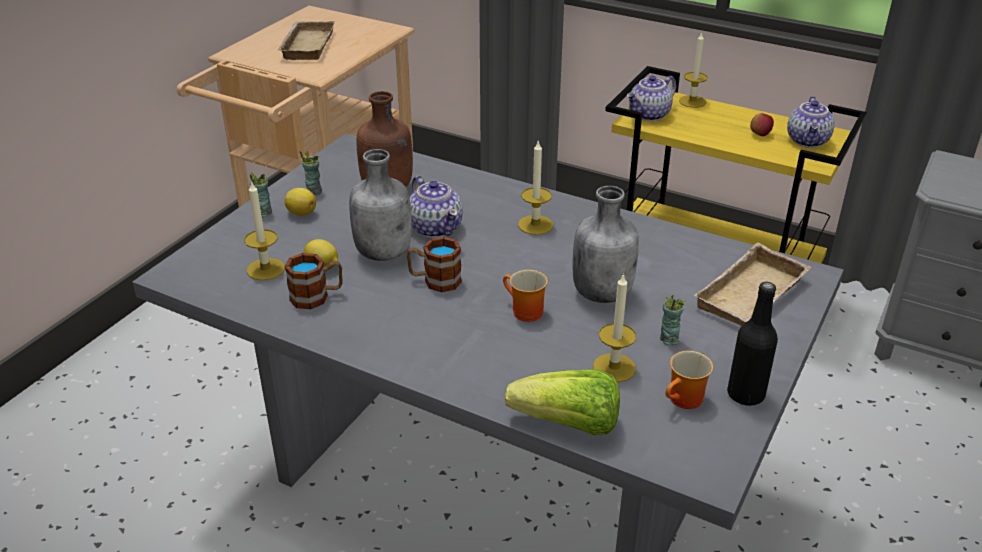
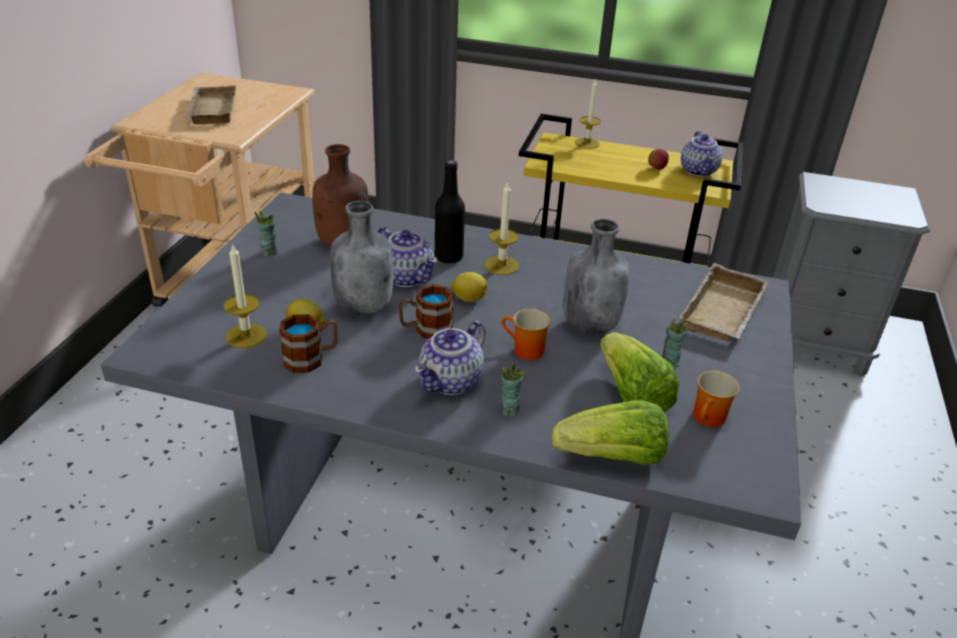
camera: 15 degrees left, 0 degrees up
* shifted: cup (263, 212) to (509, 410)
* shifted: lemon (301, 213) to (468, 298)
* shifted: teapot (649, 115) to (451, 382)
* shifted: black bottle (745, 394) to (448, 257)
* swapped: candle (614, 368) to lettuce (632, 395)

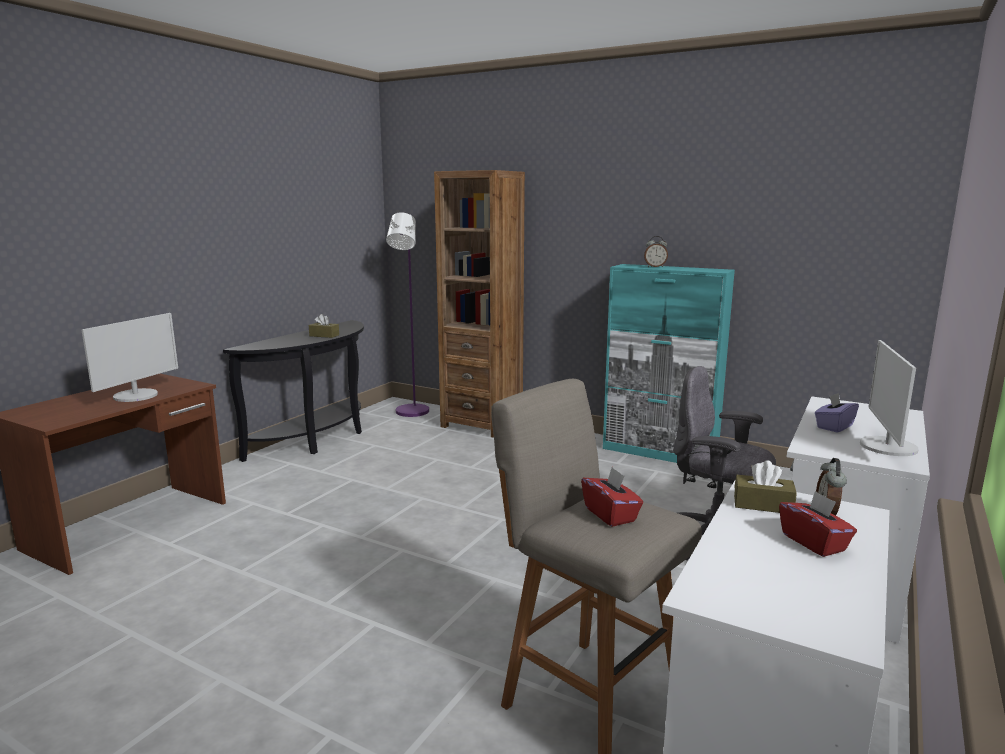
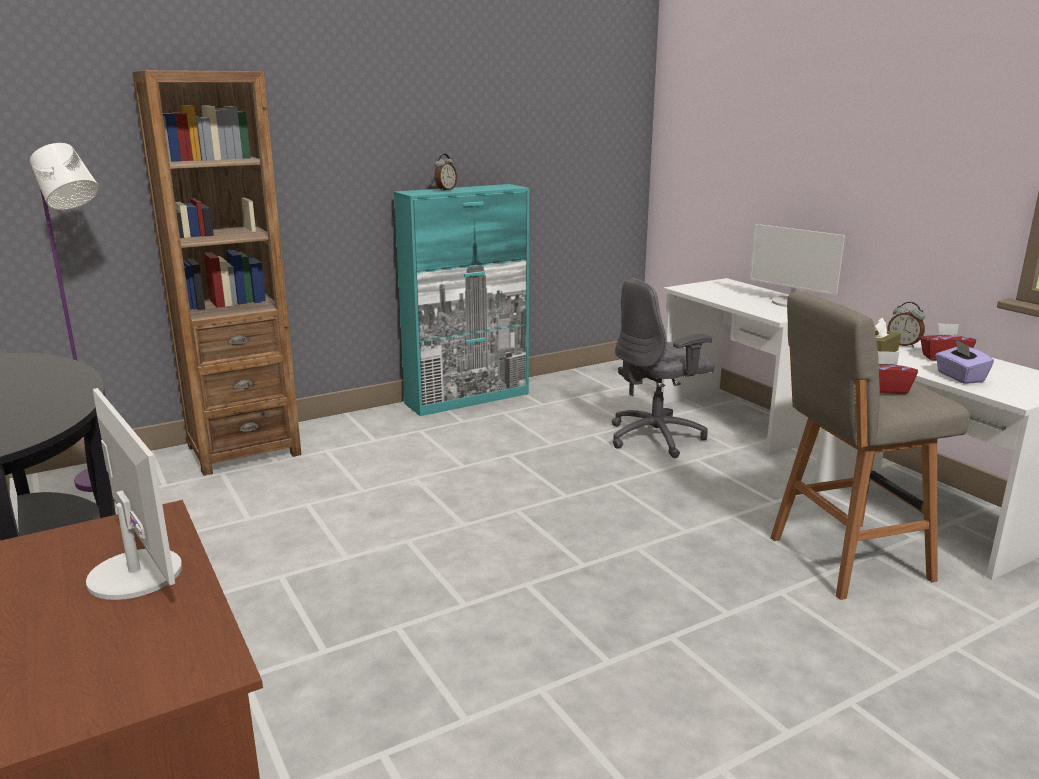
camera: 60 degrees left, 5 degrees up
* gone: brown tissue box (324, 335)
* shifted: purple tissue box (834, 426) to (959, 377)

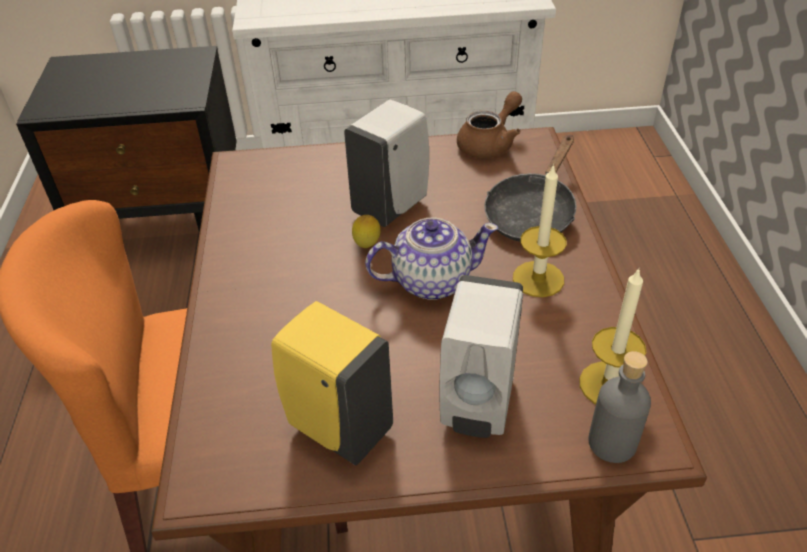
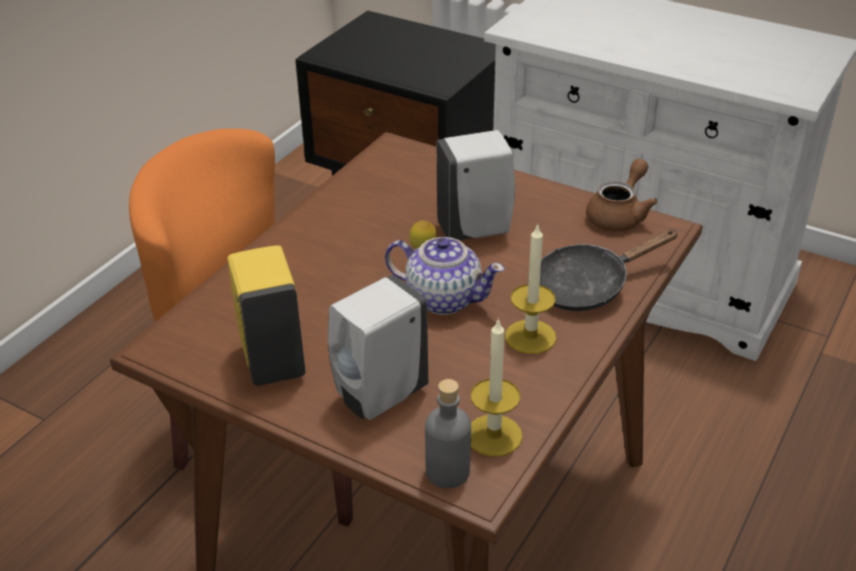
camera: 35 degrees right, 5 degrees down
* rotated: brown teapot (490, 144) = (619, 215) 45 degrees counterclockwise

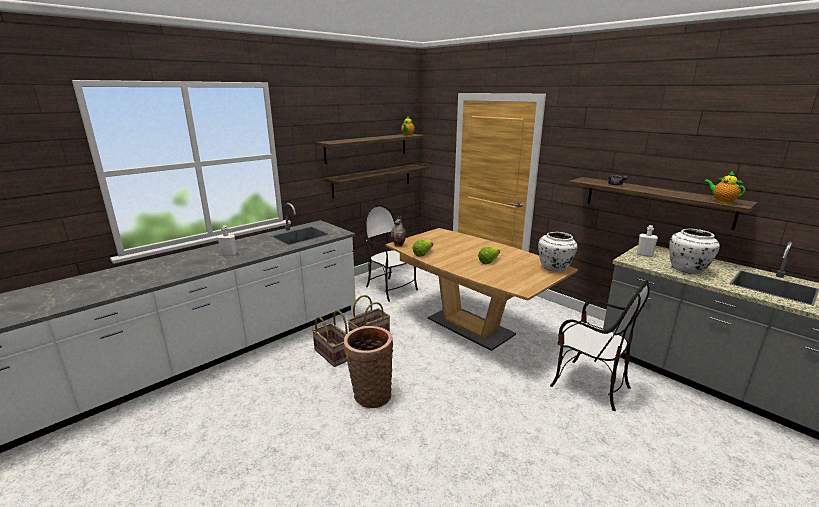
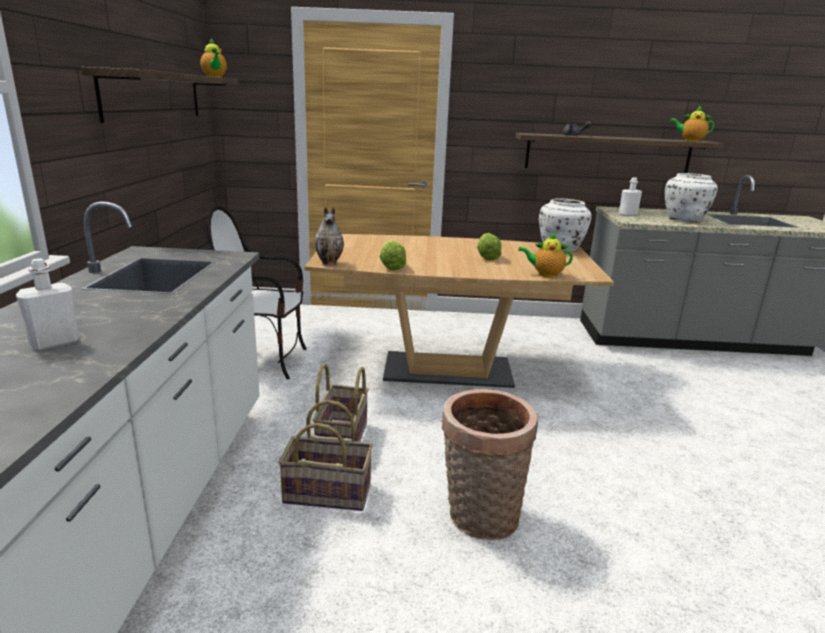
camera: 45 degrees left, 0 degrees up
* gone: shelf (372, 180)
* gone: chair (589, 385)
* new: teapot (545, 274)

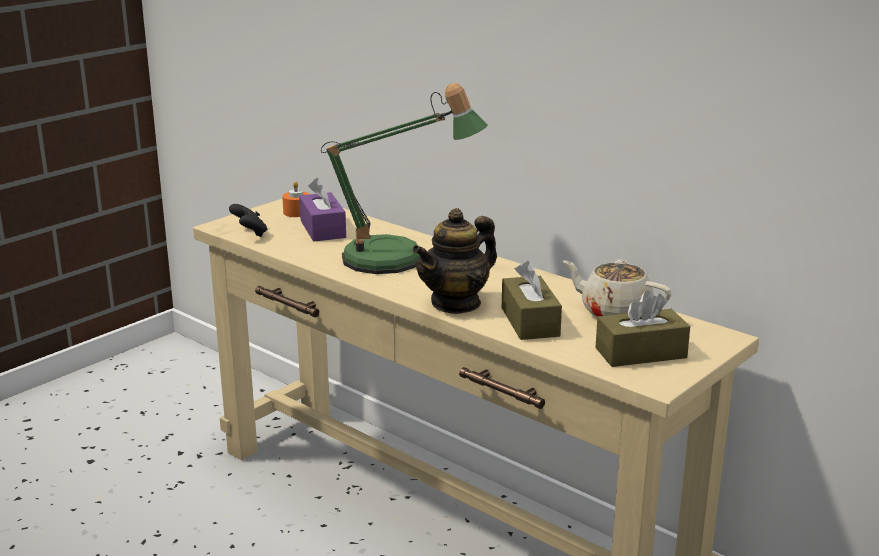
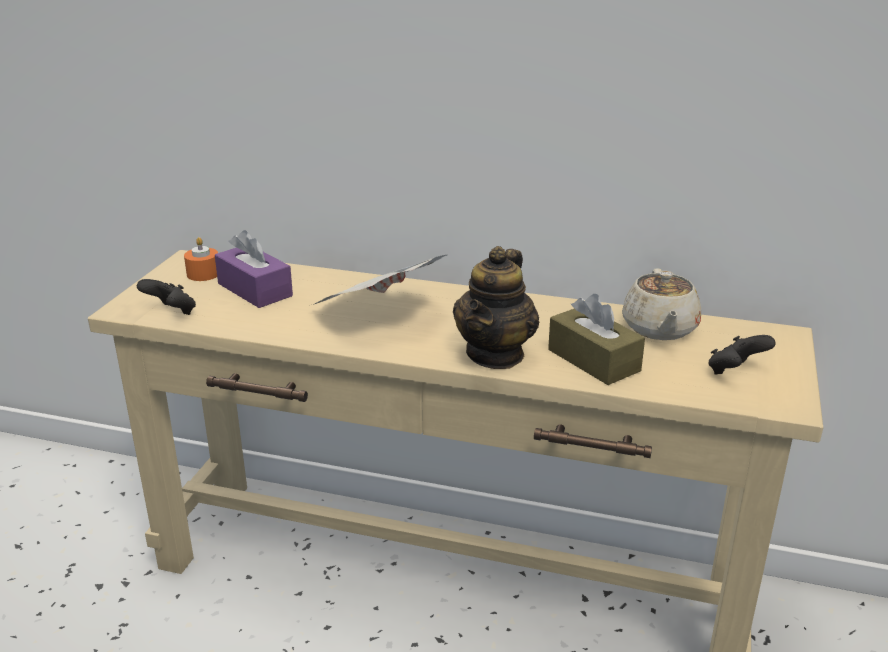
camera: 25 degrees left, 5 degrees up
* swapped: table lamp (397, 260) to newspaper (378, 314)
* swapped: brown tissue box (640, 353) to black game controller (735, 372)
* rotated: beige teapot (614, 312) = (659, 329) 90 degrees counterclockwise

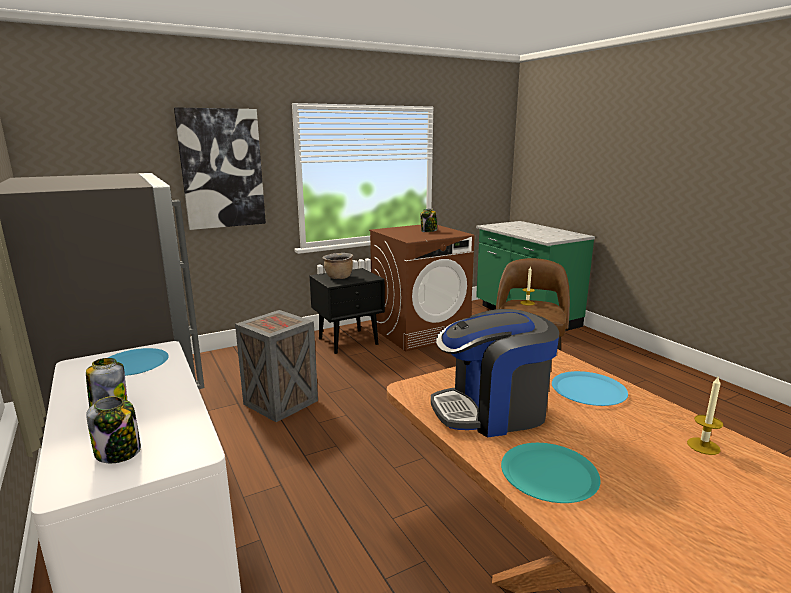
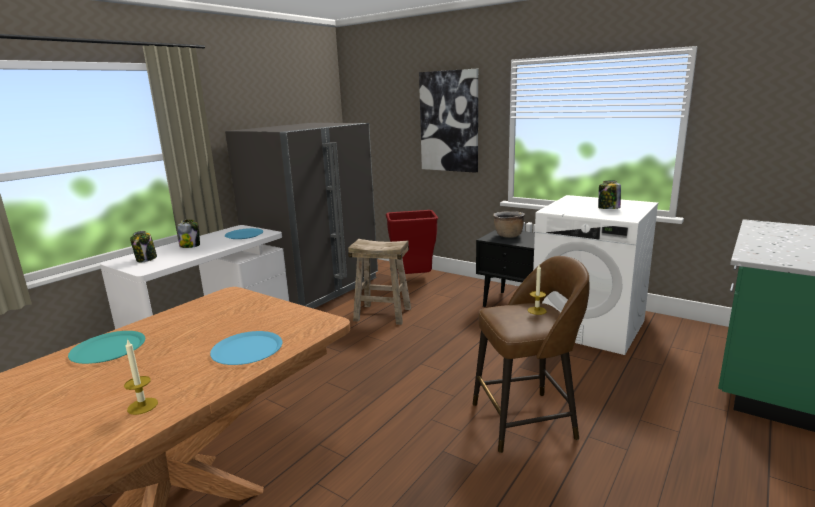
camera: 65 degrees right, 0 degrees up
* gone: coffee machine (492, 411)
* new: red trash can (414, 279)
* swapped: crate (281, 402) to beige stool (383, 314)
* repainted: brown washing machine (420, 332) to white washing machine (589, 326)

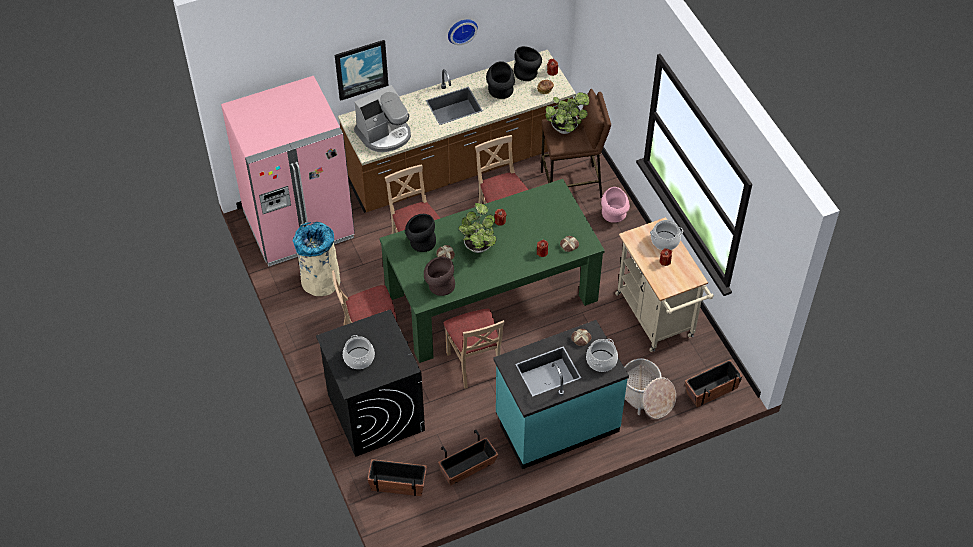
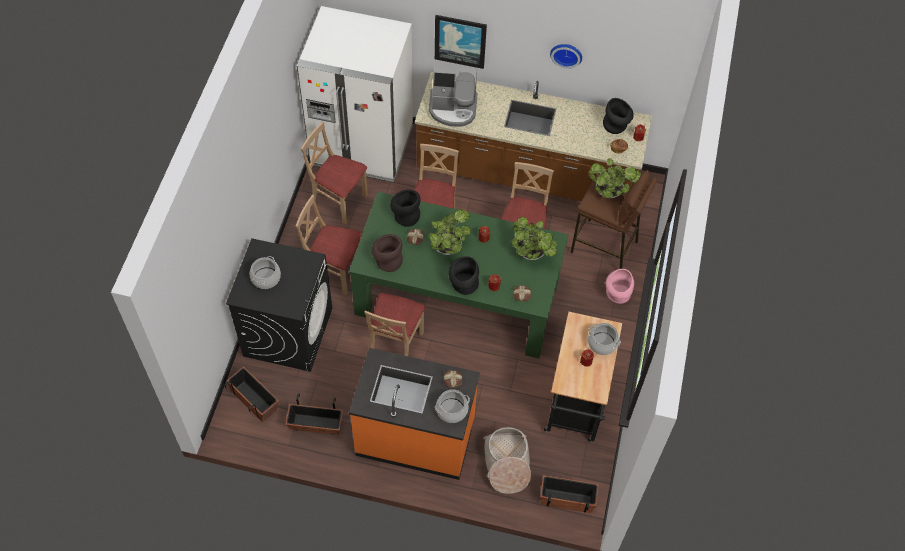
camera: 35 degrees right, 5 degrees up
* new: potted plant (532, 254)
* shifted: black vase (500, 92) to (463, 285)
* swapped: beige trash can (320, 281) to beige chair (339, 201)
* repainted: pink fridge (299, 225) to white fridge (362, 146)
* repainted: turquoise counter (556, 423) to orange counter (415, 437)
* repainted: beige cart (657, 319) to black cart (575, 407)

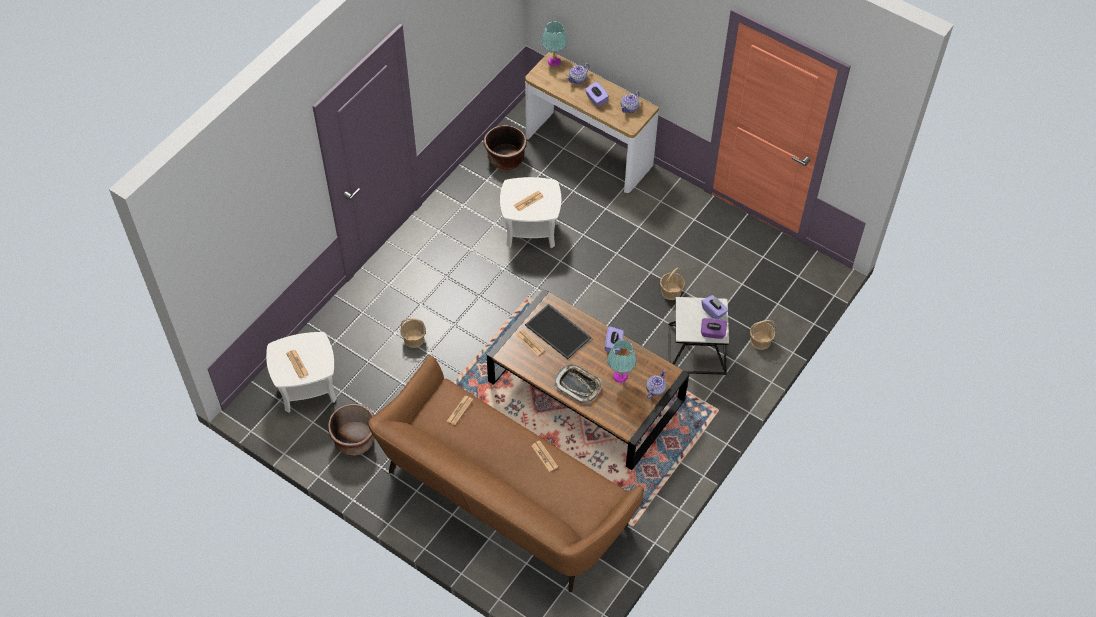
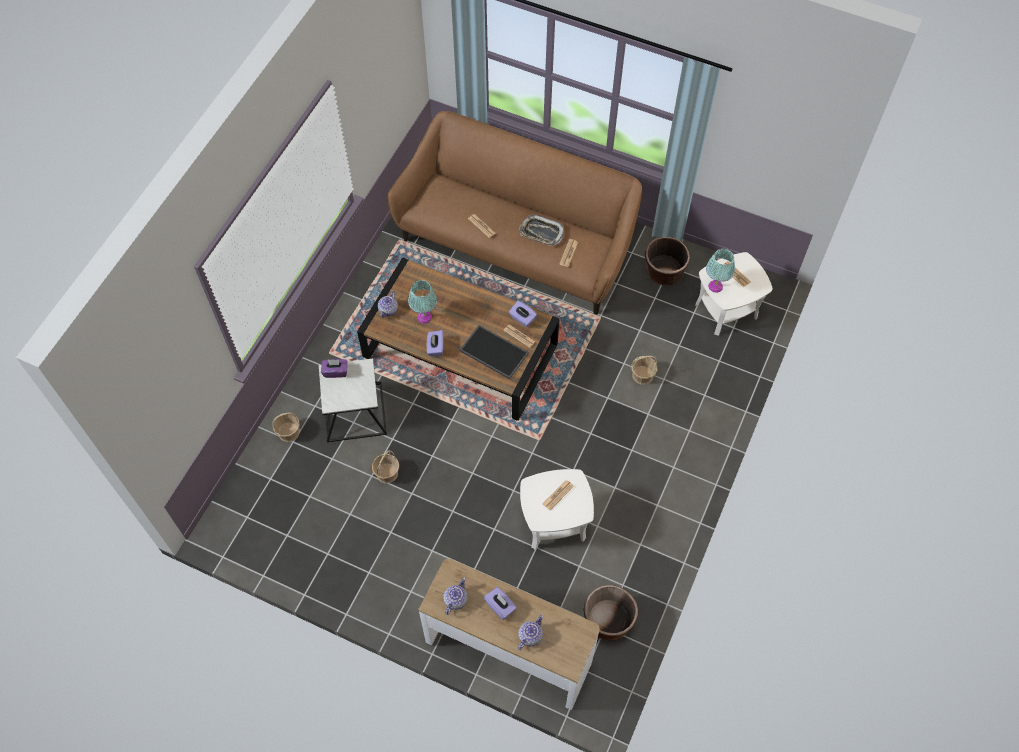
camera: 170 degrees right, 5 degrees up
* shifted: turquoise table lamp (553, 61) to (715, 286)
* shifted: tray (578, 385) to (541, 232)
* shifted: purple tissue box (713, 311) to (522, 318)

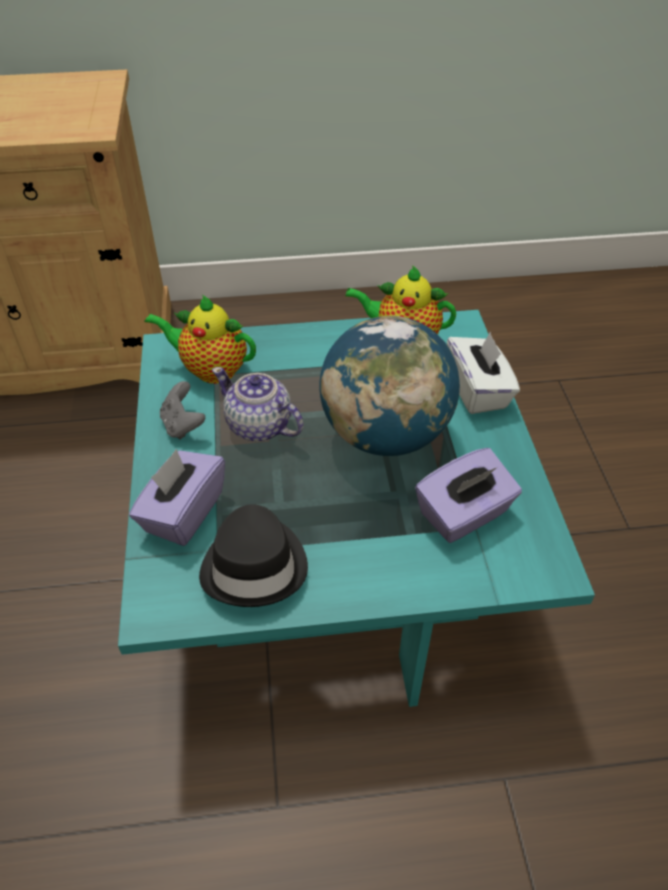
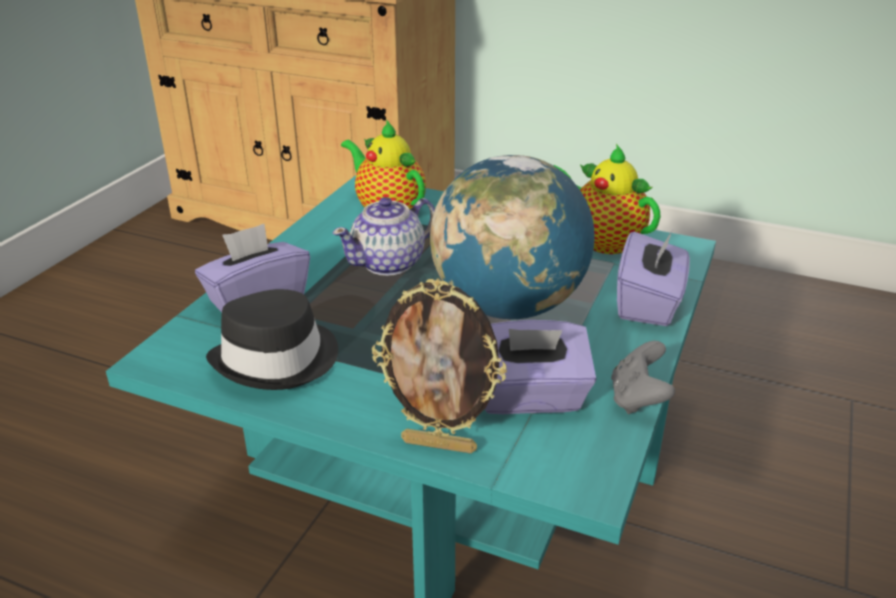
camera: 30 degrees right, 15 degrees down
* new: picture frame (440, 444)
* shifted: grey game controller (183, 425) to (637, 399)
* repainted: white tissue box (478, 391) to purple tissue box (649, 303)
* rotated: teapot (259, 426) = (389, 263) 105 degrees counterclockwise

